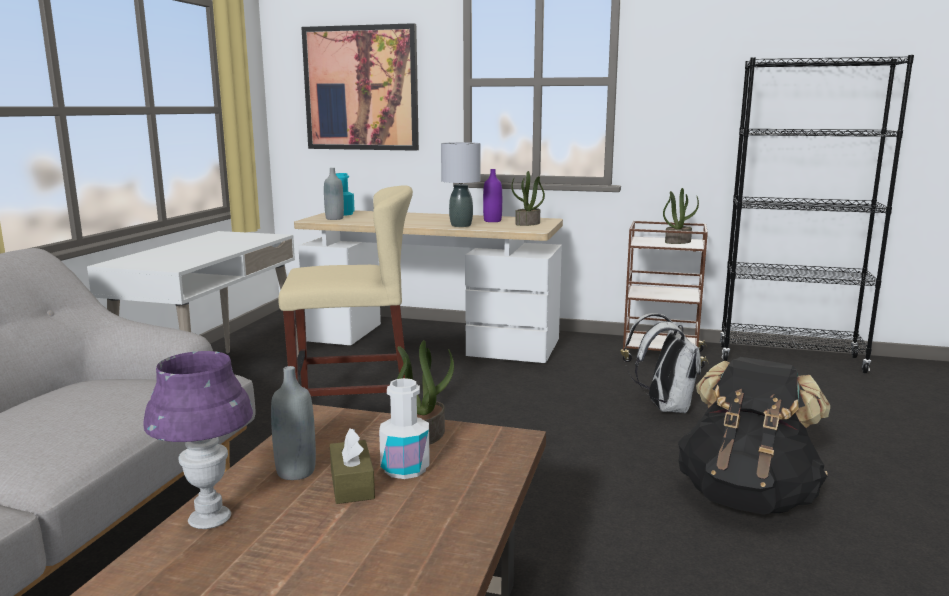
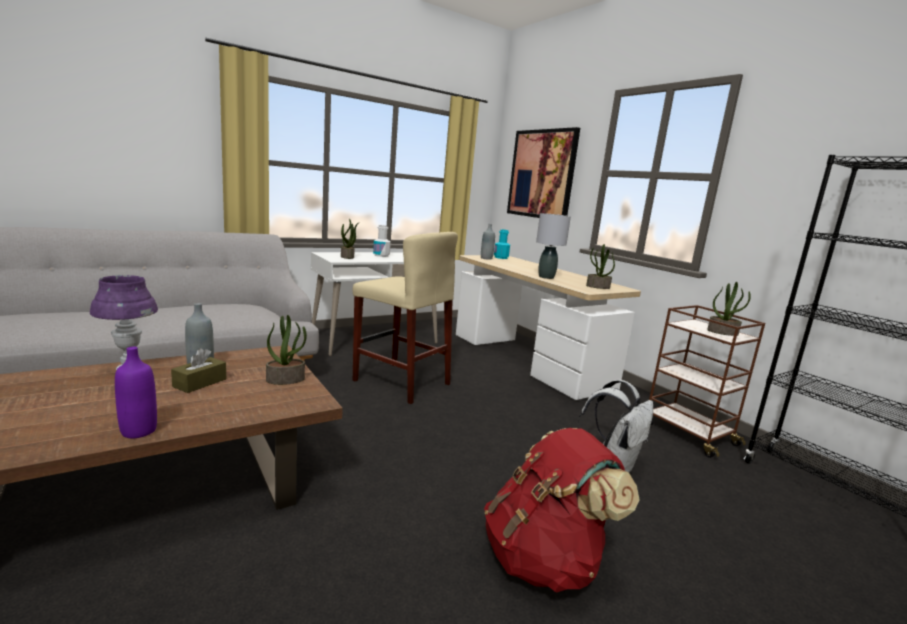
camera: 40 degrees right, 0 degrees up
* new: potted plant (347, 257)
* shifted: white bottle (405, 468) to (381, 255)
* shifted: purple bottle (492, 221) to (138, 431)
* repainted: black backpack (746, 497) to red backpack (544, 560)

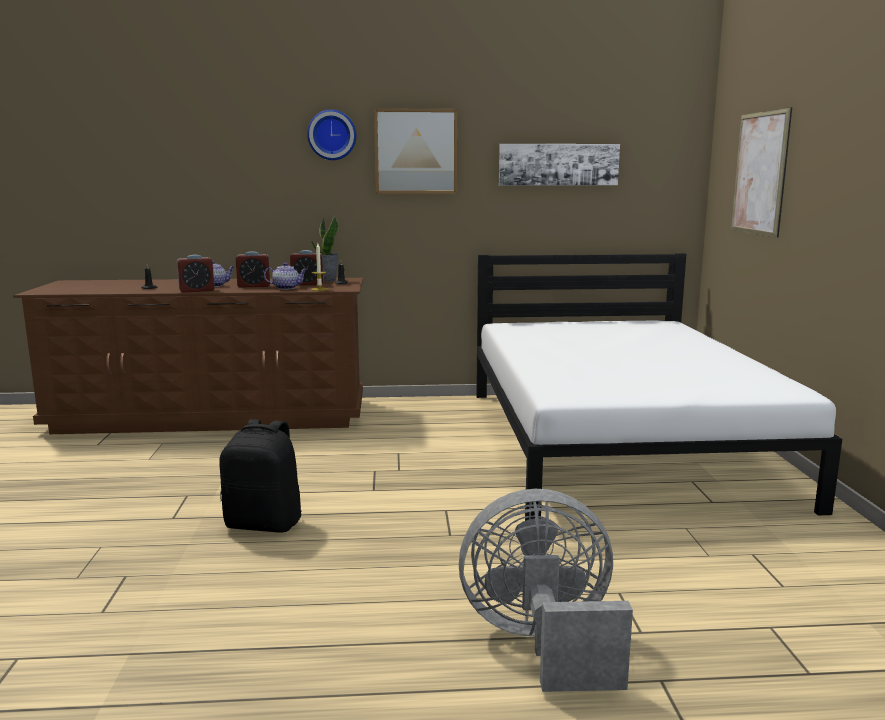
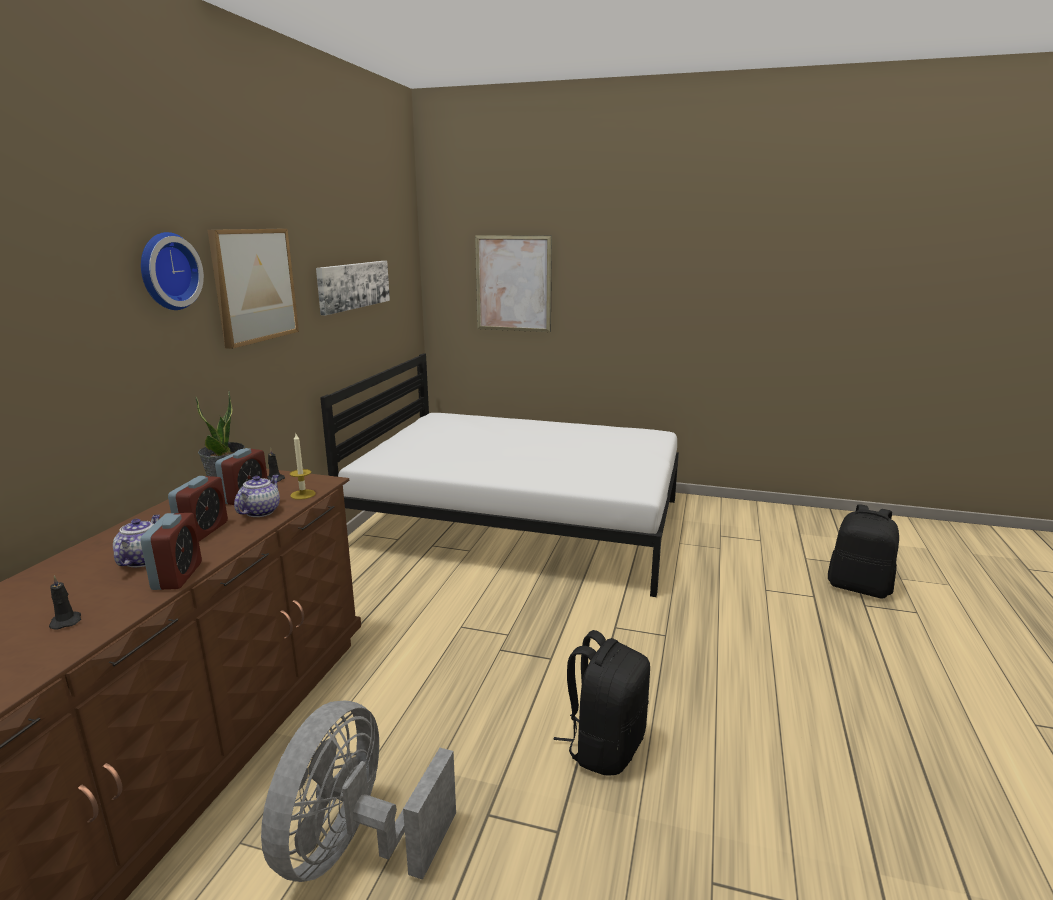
camera: 70 degrees left, 5 degrees up
* new: black backpack (859, 587)
* shifted: grey fan (542, 643) to (355, 848)

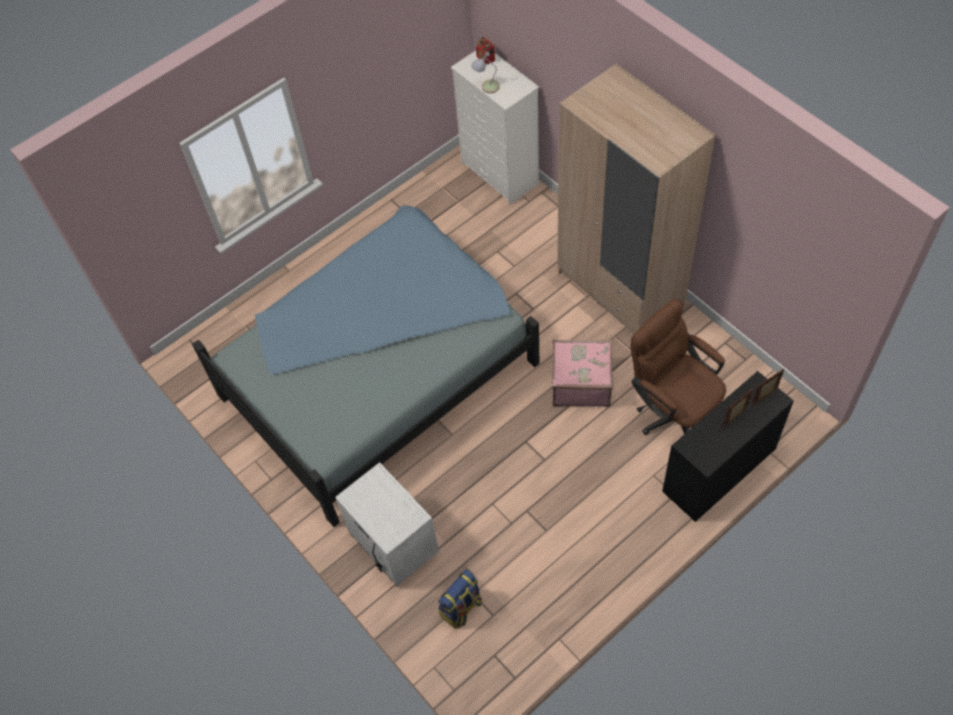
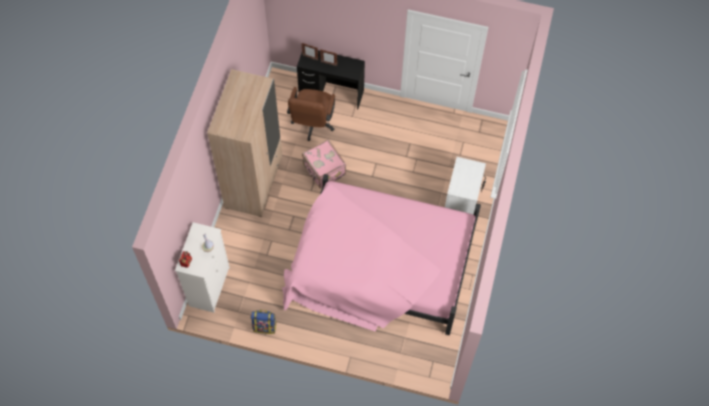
camera: 130 degrees left, 5 degrees up
* shifted: backpack (461, 609) to (265, 326)
* repainted: blue bed (378, 369) to pink bed (379, 266)

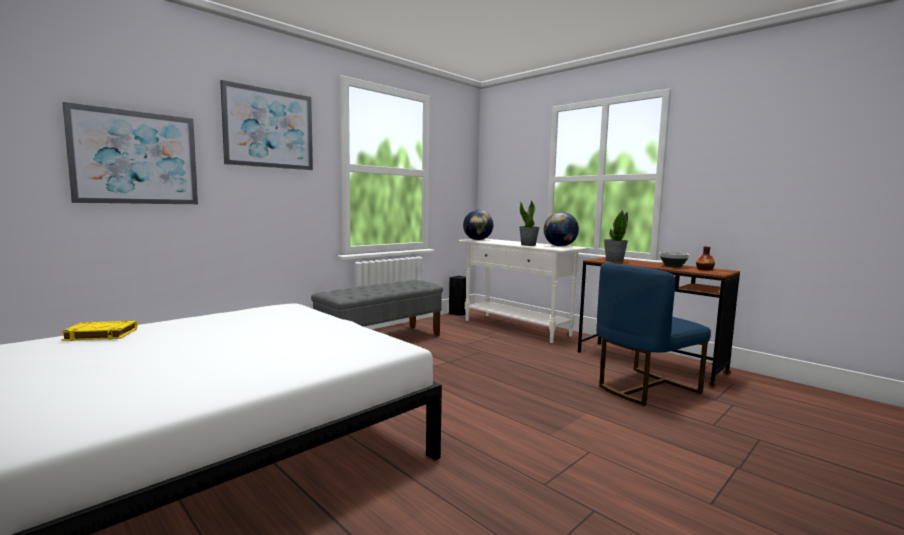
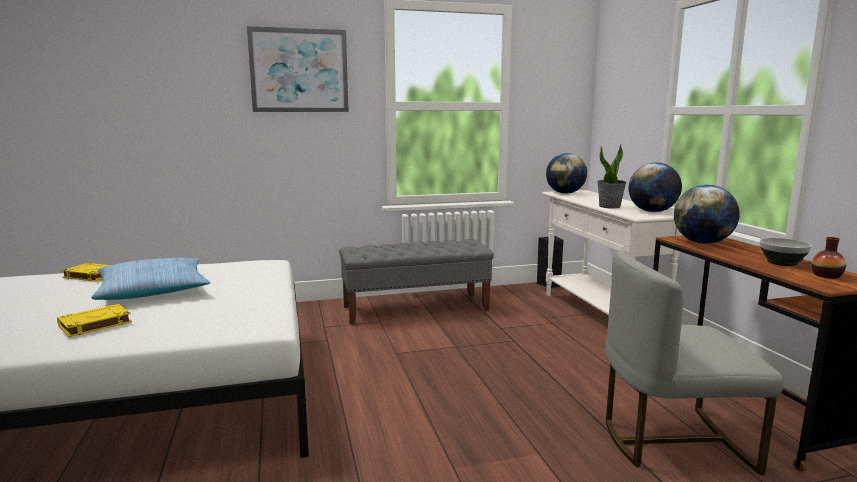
camera: 30 degrees right, 5 degrees up
* gone: picture (135, 158)
* new: yellow book (94, 325)
* new: pillow (153, 290)
* swapped: potted plant (614, 261) to globe (702, 243)
* repainted: blue chair (643, 388) to grey chair (673, 441)

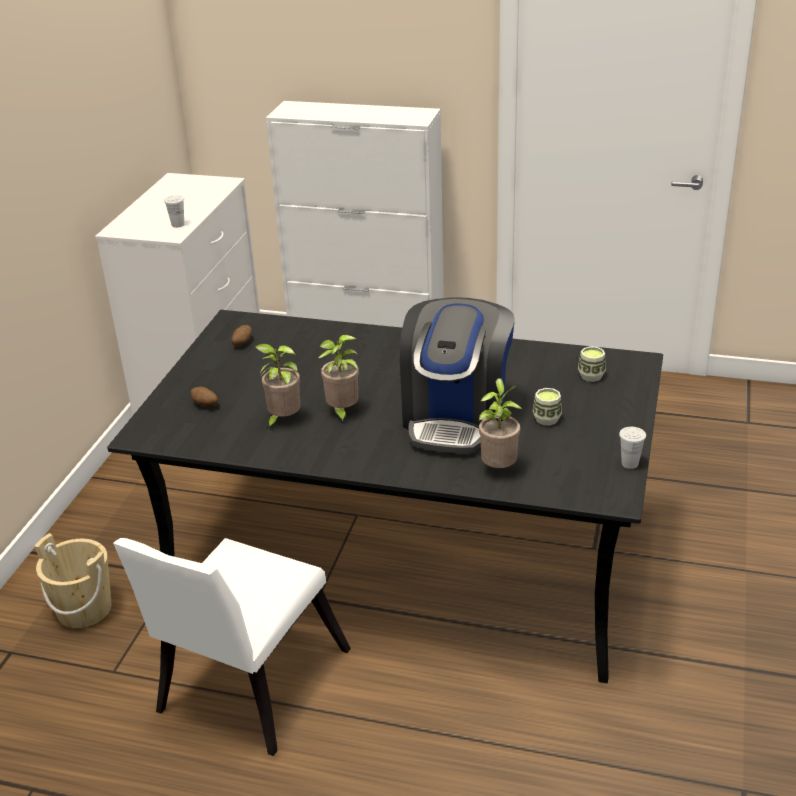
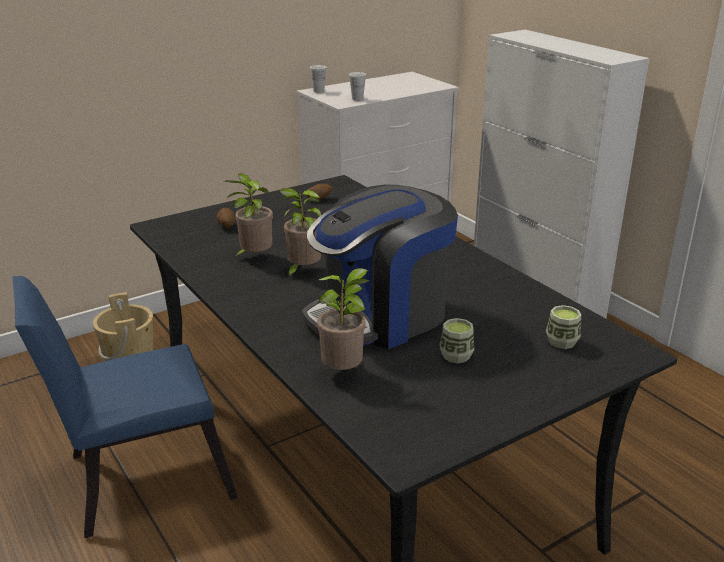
camera: 40 degrees right, 5 degrees down
* shifted: white cup (630, 463) to (318, 91)
* repainted: white chair (245, 688) to blue chair (139, 477)

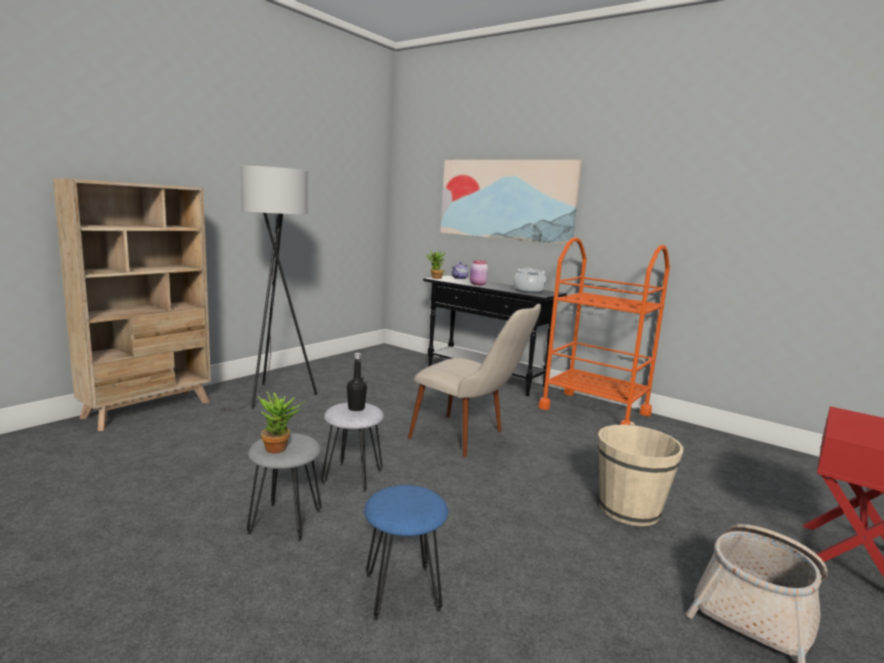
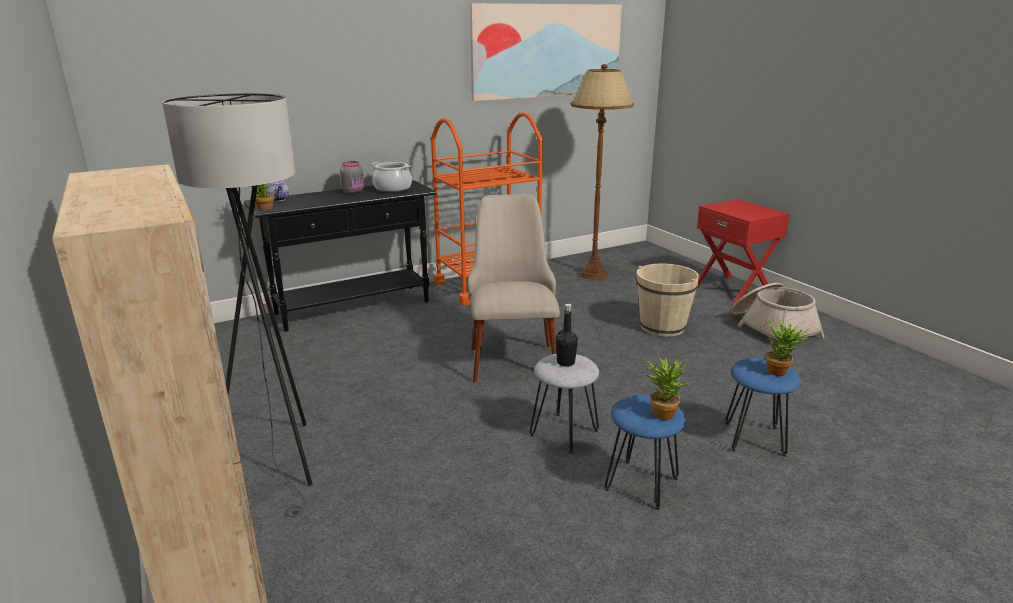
camera: 65 degrees left, 10 degrees up
* gone: pink jar (478, 284)
* new: grey jar (353, 192)
* new: brown floor lamp (593, 274)
* new: potted plant (780, 371)
* shifted: picture (505, 199) to (547, 51)
* repainted: grey stool (285, 521) to blue stool (641, 484)
* rotated: beige chair (470, 439) = (512, 354) 60 degrees counterclockwise

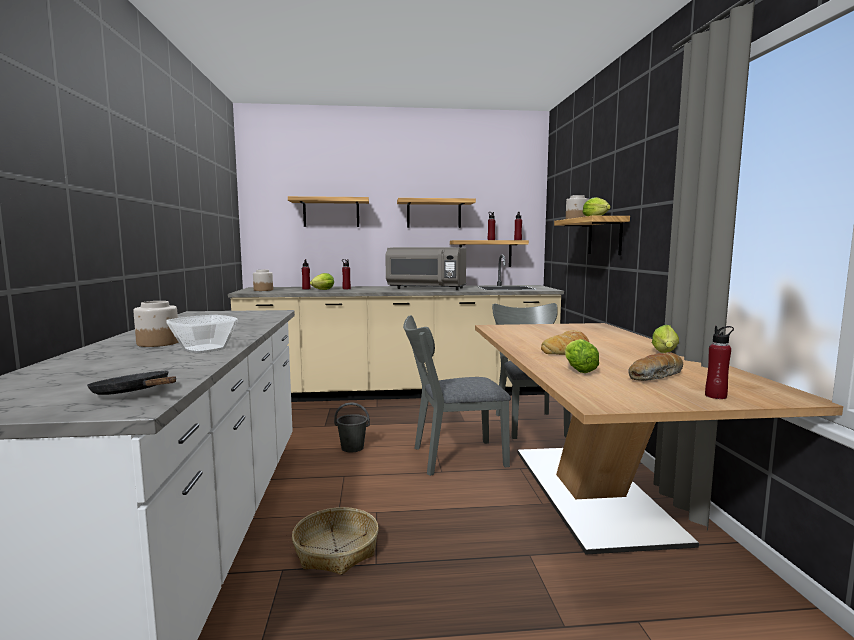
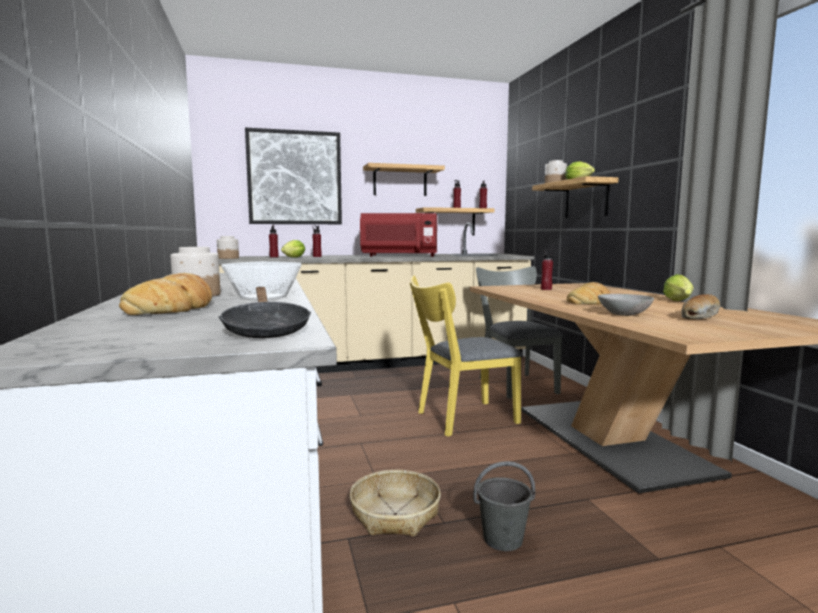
camera: 10 degrees left, 0 degrees up
* new: bread (175, 307)
* shifted: grey bucket (353, 448) to (503, 539)
* shifted: red bottle (716, 396) to (546, 289)
* swapped: shelf (331, 213) to picture (295, 178)
* swapped: lettuce (577, 370) to grey bowl (623, 314)
* repainted: grey microwave (427, 289) to red microwave (400, 256)
* repainted: grey chair (452, 457) to yellow chair (460, 419)
* rotated: black frying pan (135, 393) = (265, 329) 135 degrees counterclockwise

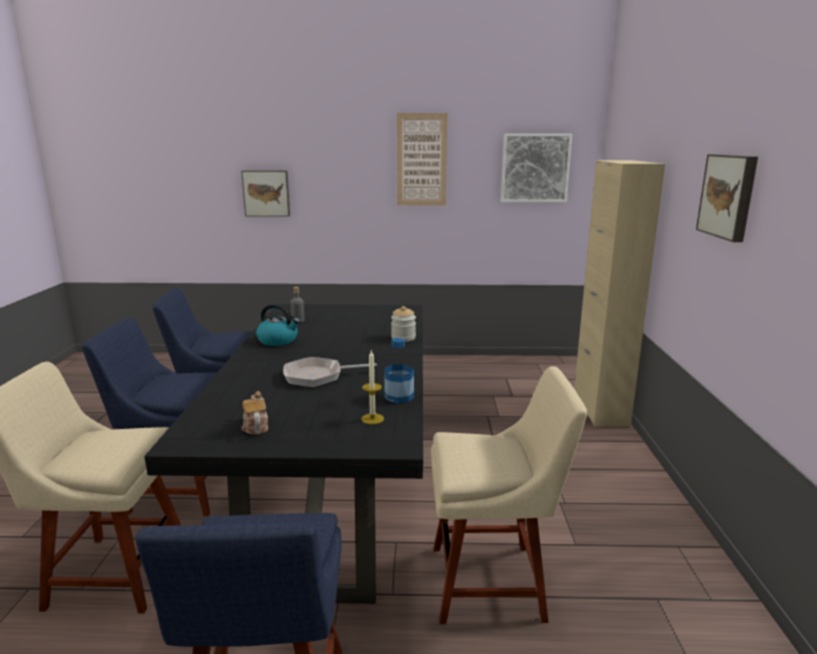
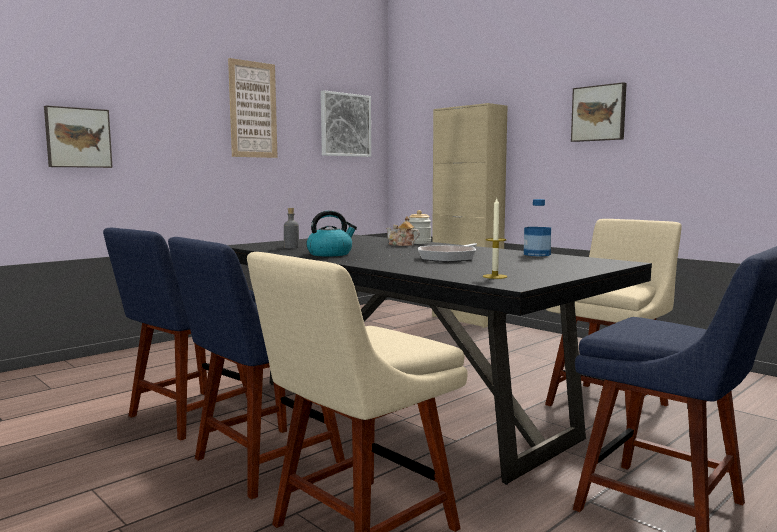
camera: 45 degrees left, 10 degrees down
* shifted: teapot (255, 426) to (401, 245)
* shifted: candle (372, 419) to (495, 276)

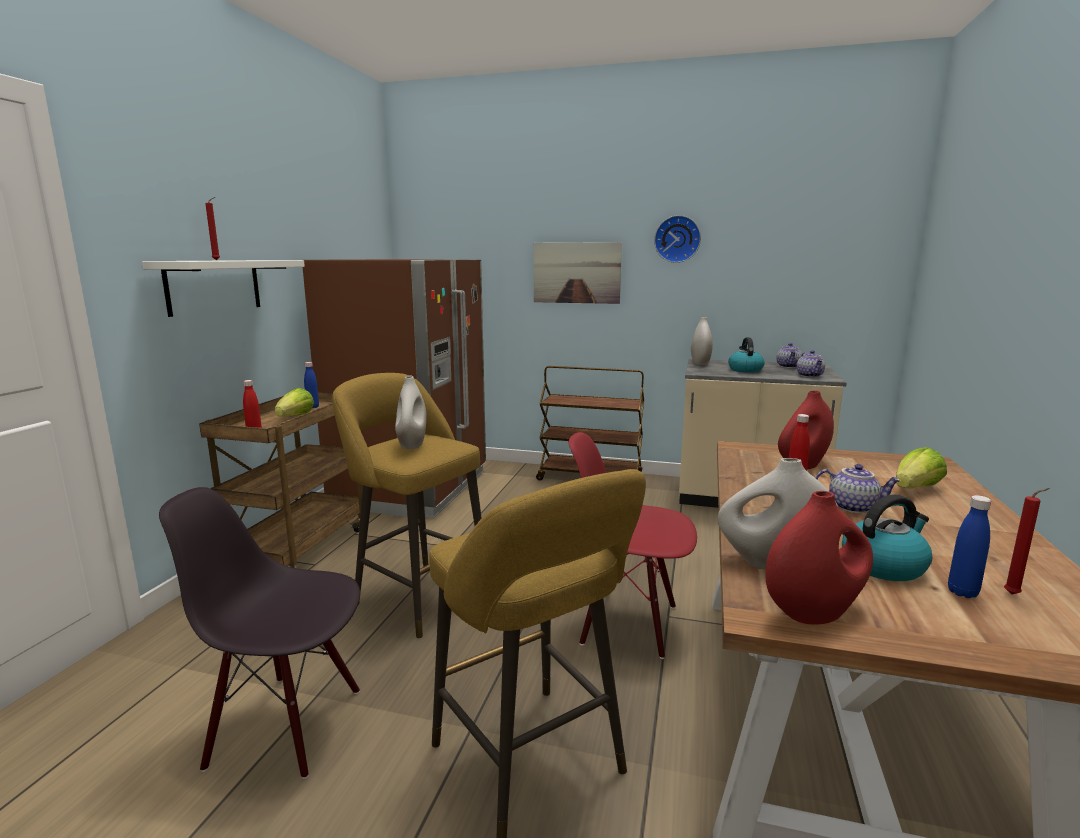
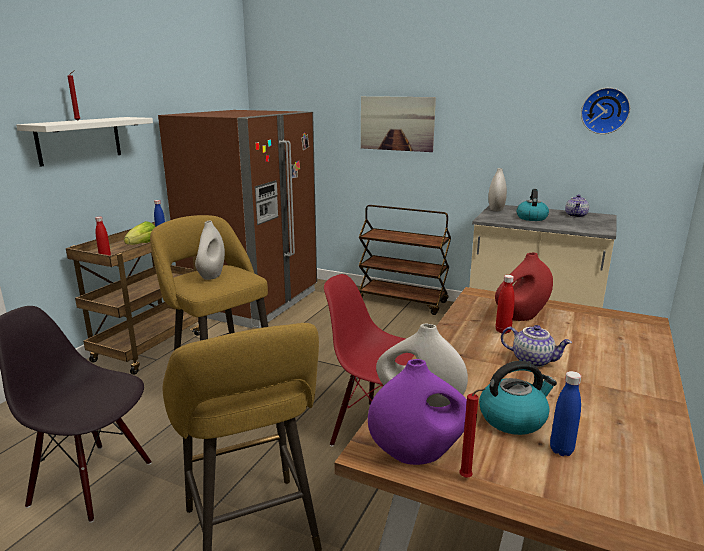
camera: 10 degrees right, 5 degrees up
* gone: teapot (810, 376)
* gone: lettuce (915, 489)
* shifted: wall clock (677, 239) to (605, 111)
* shifted: red candle (1014, 594) to (467, 478)
* repainted: red vase (813, 612) to purple vase (418, 454)

